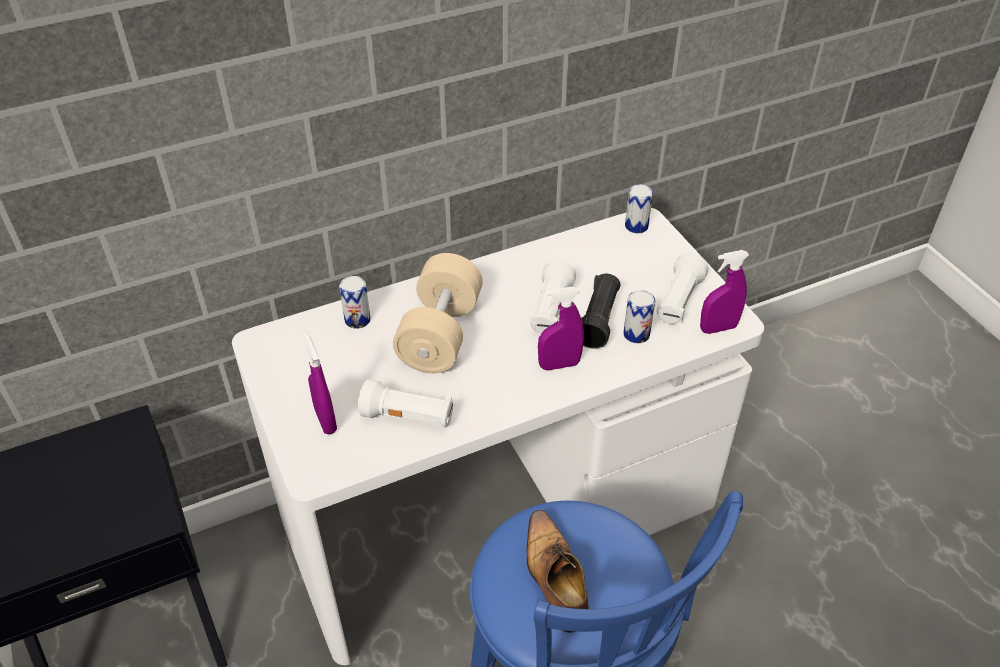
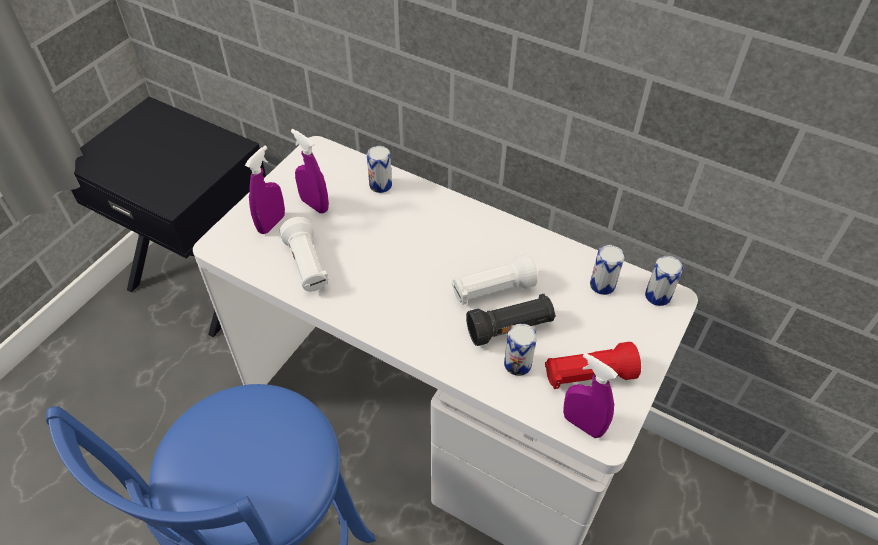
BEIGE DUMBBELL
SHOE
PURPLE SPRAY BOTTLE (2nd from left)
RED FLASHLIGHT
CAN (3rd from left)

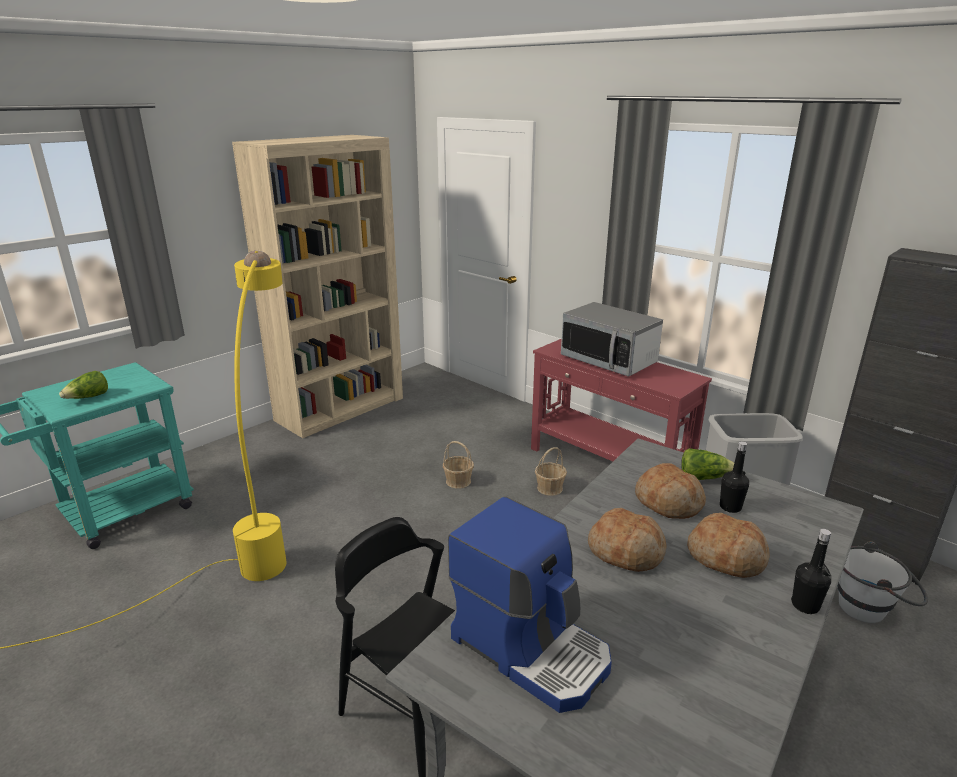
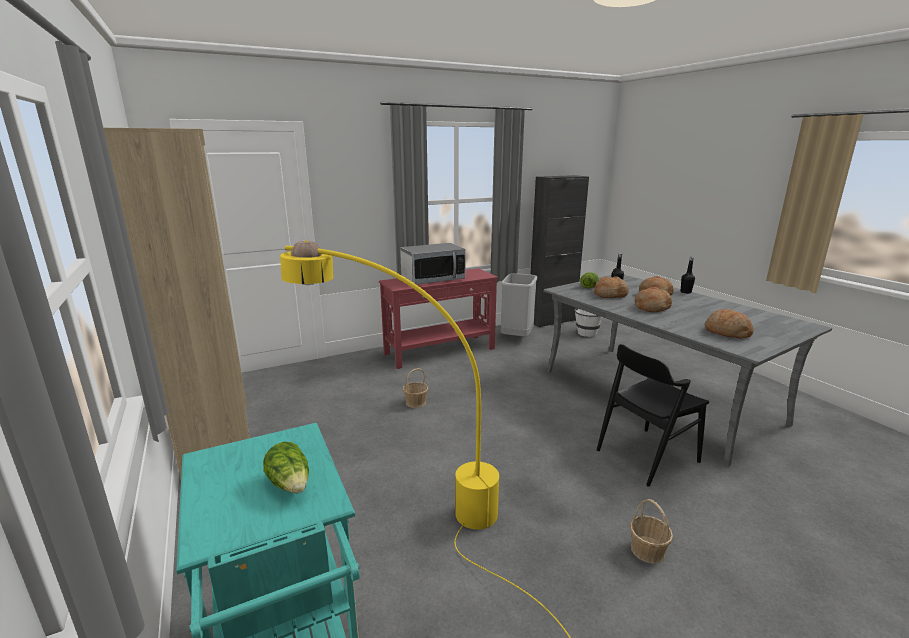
BREAD (4th from left)
BASKET (2nd from left)

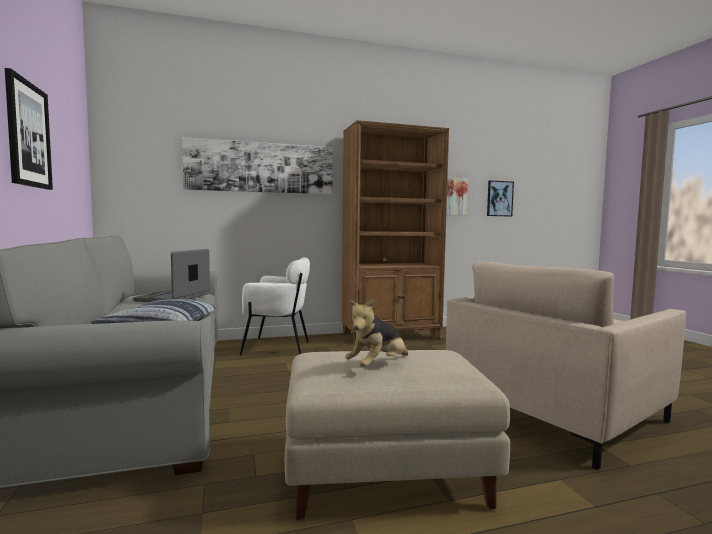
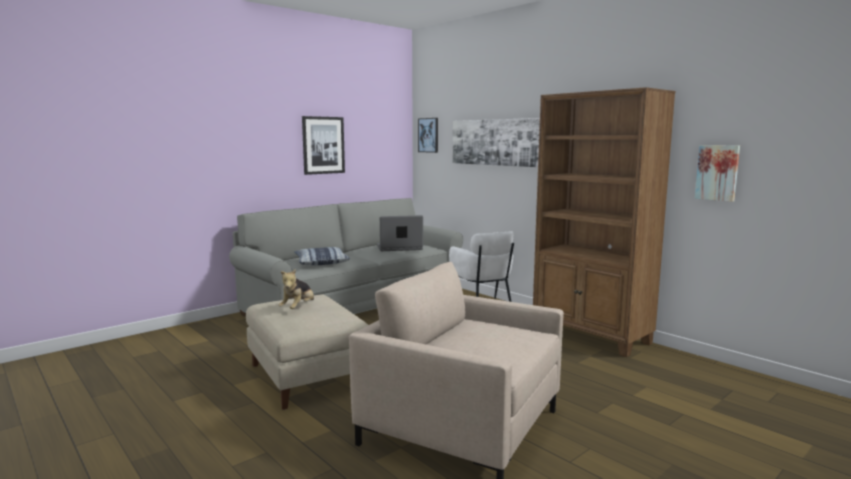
PLUSH TOY
PICTURE (2nd from left)

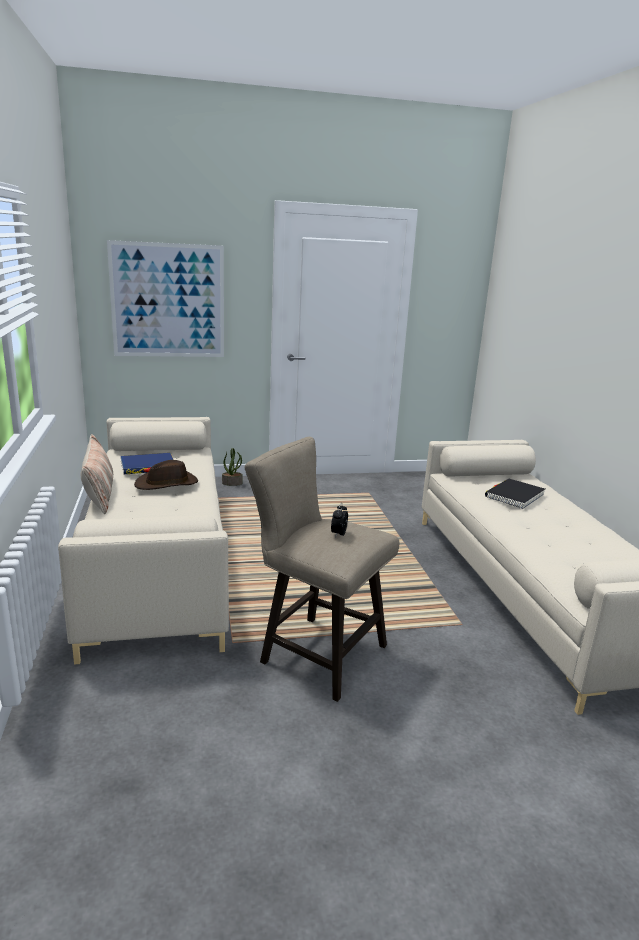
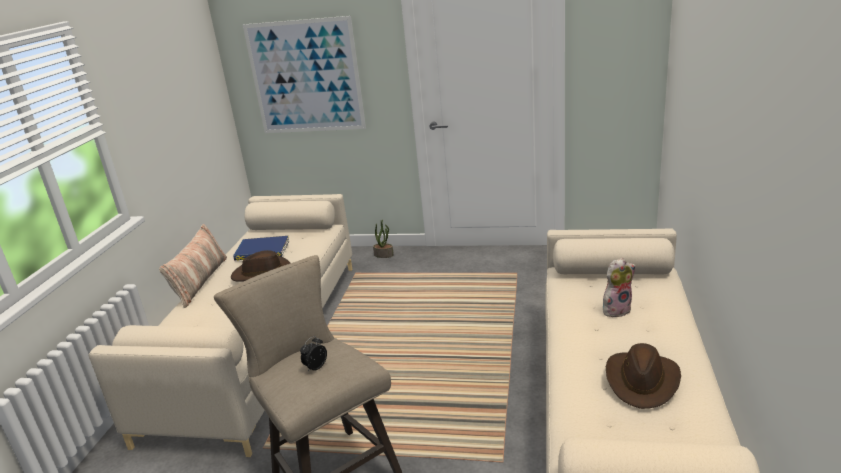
PLUSH TOY
BROWN HAT (2nd from left)

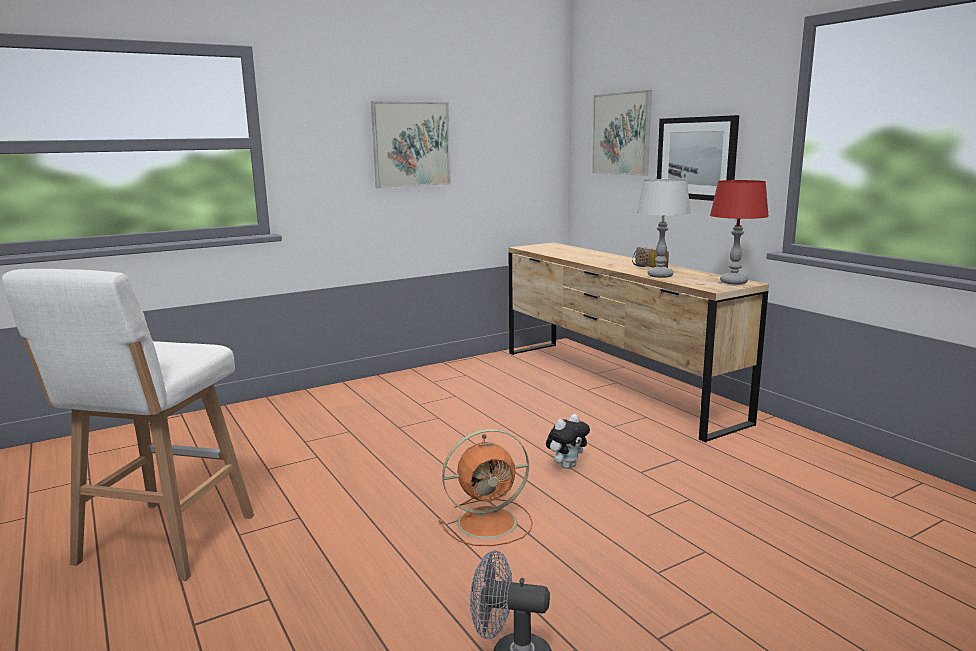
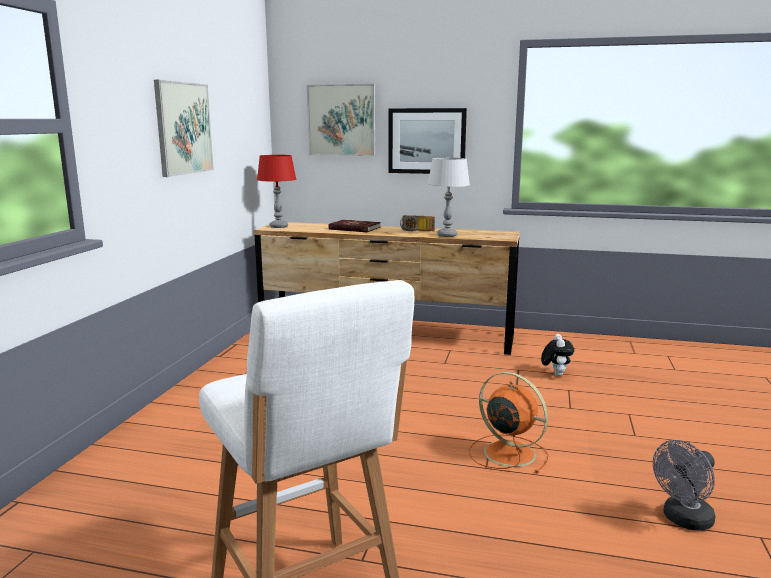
ORANGE FAN
PLUSH TOY
RED TABLE LAMP
RED BOOK

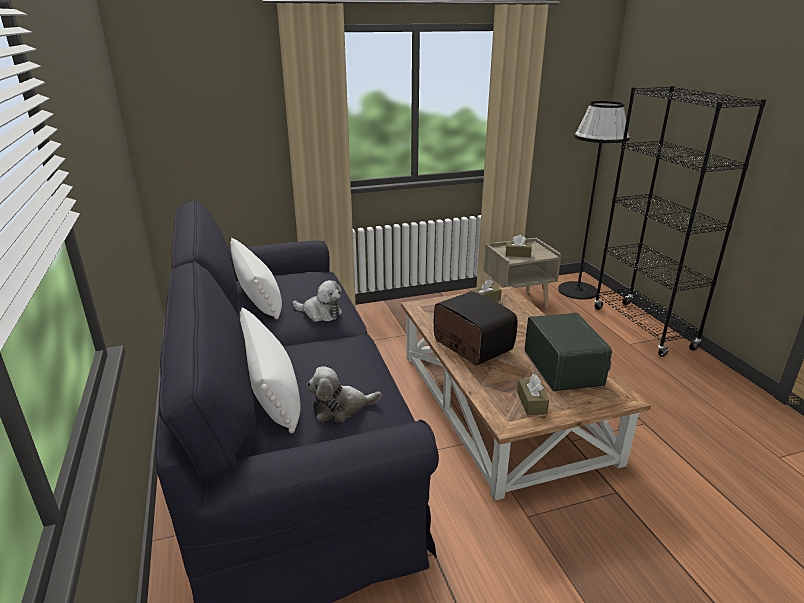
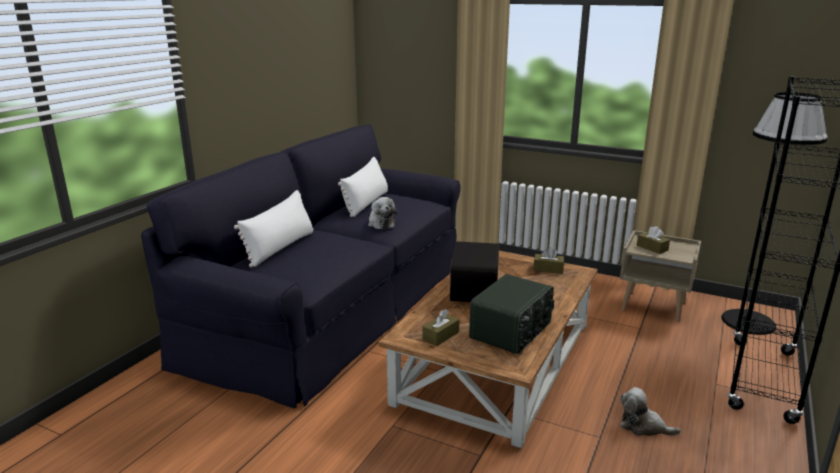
PLUSH TOY (2nd from left)

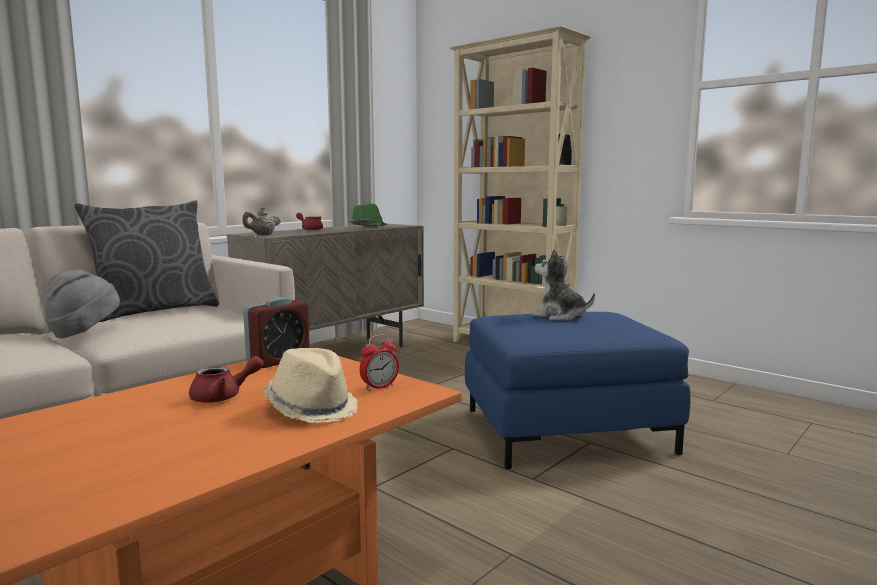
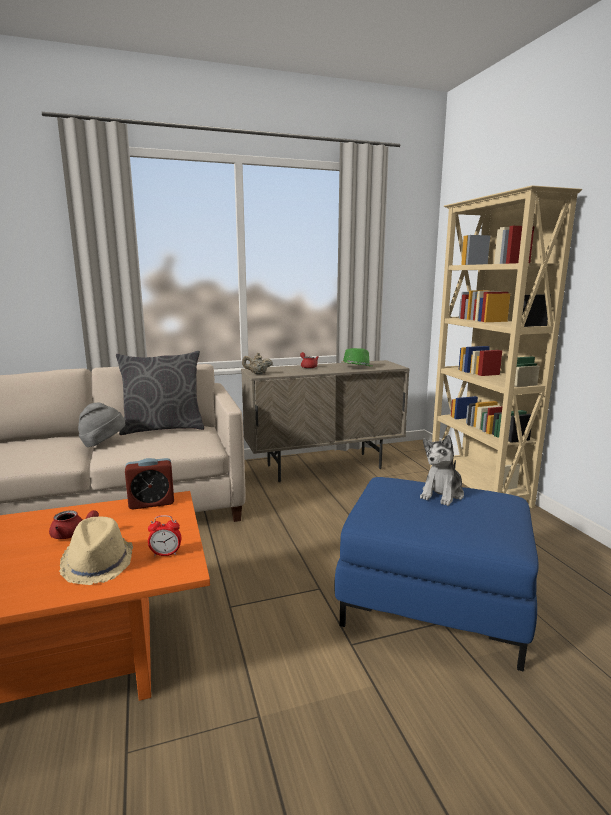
PLUSH TOY

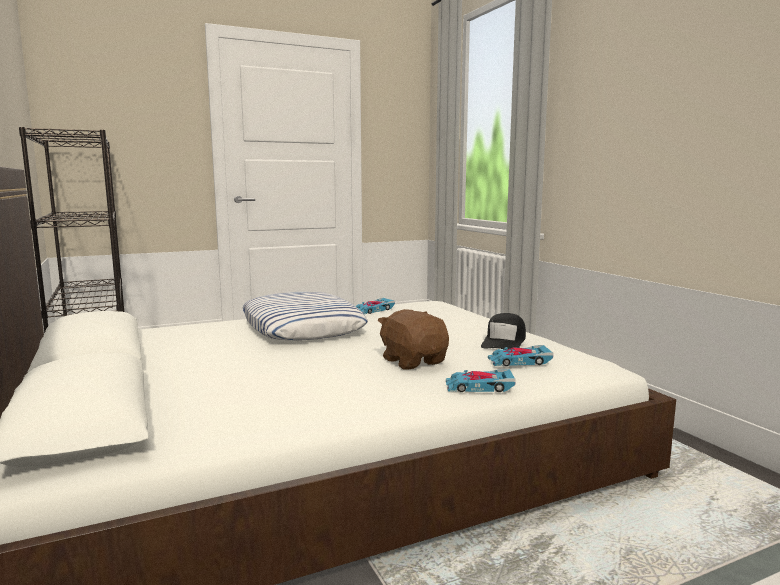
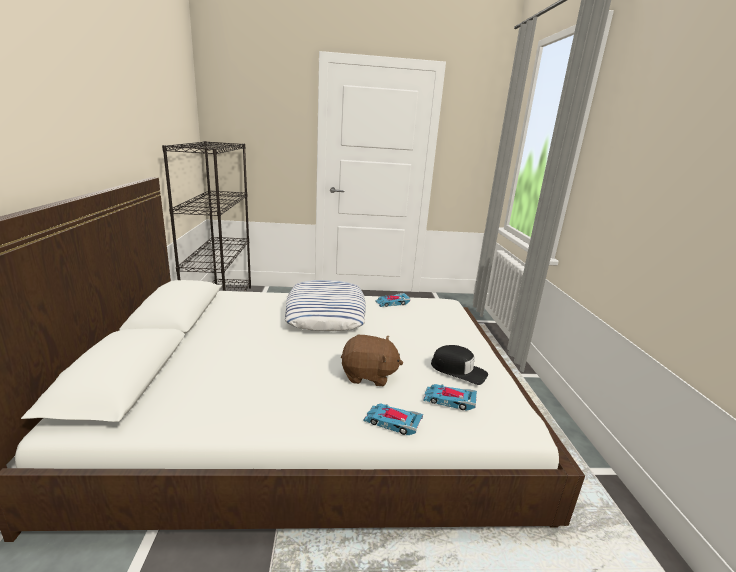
BROWN PLUSH TOY
BLACK CAP

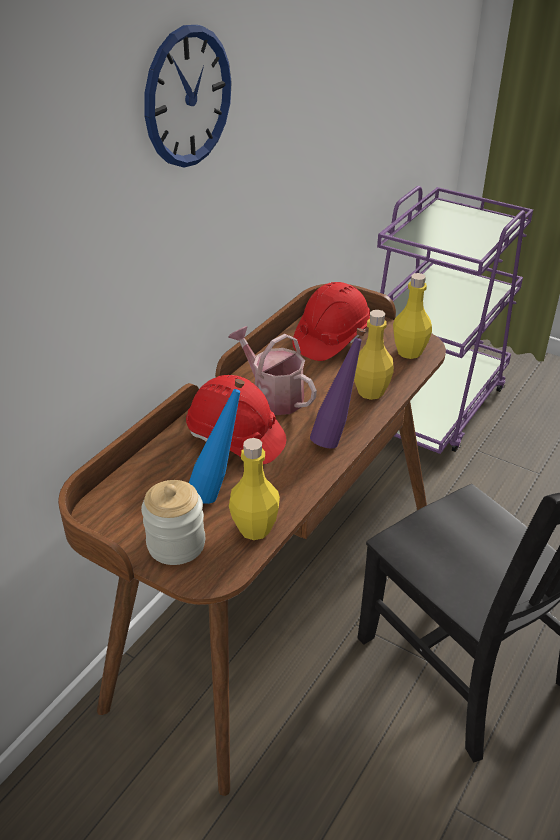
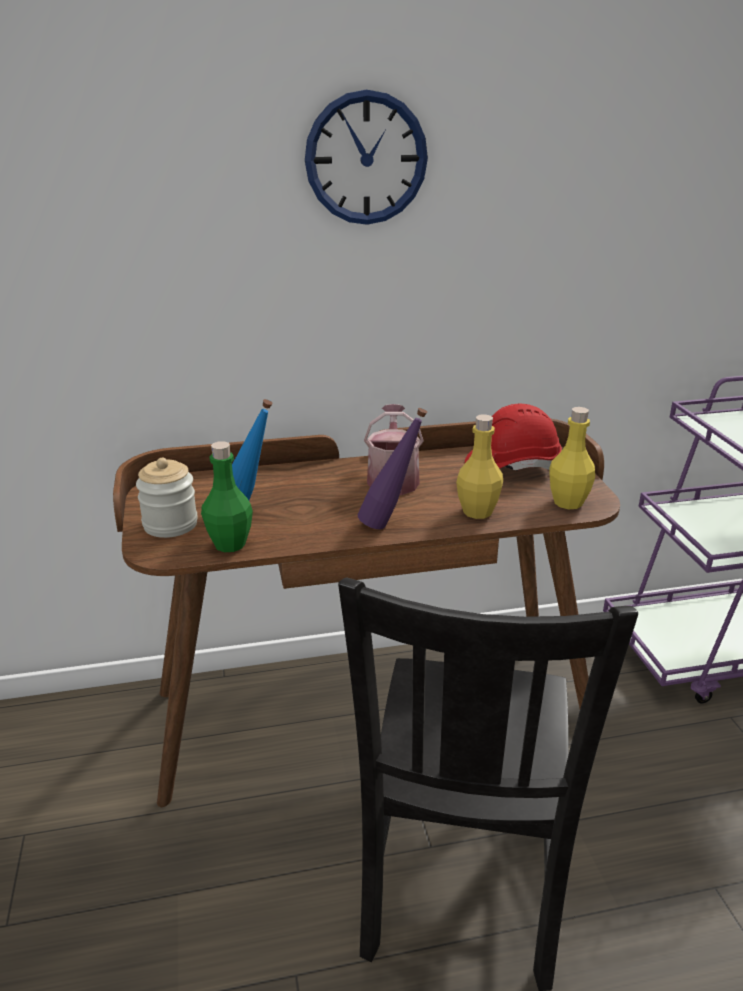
RED HARD HAT (1st from left in the first image)
GREEN BOTTLE

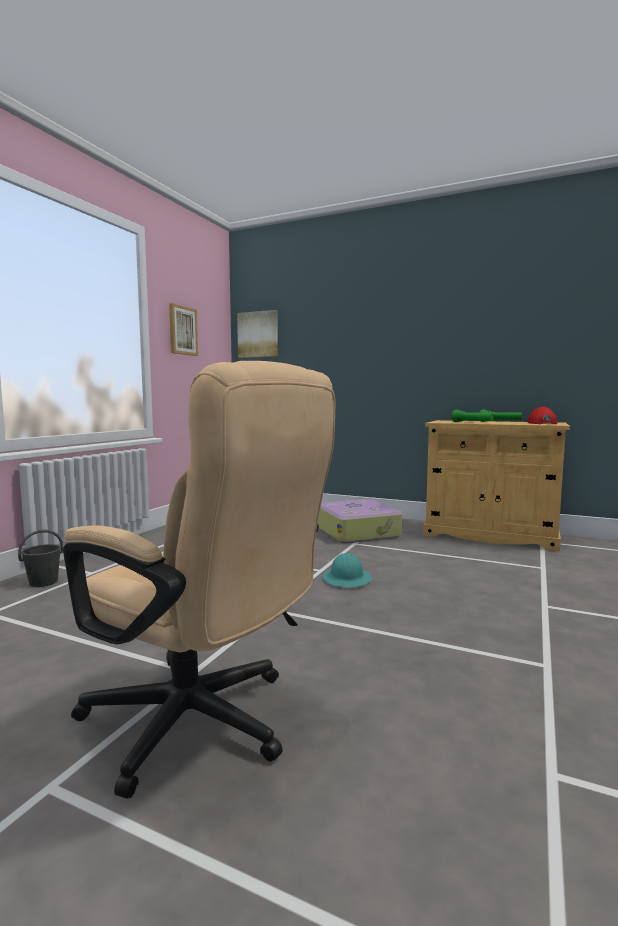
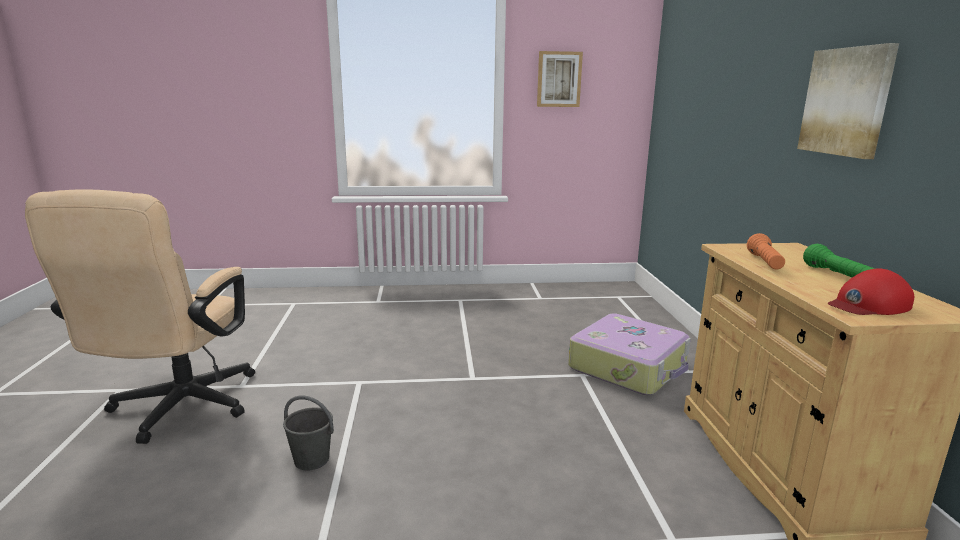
GREY BUCKET
PICTURE (2nd from left)
TURQUOISE HARD HAT
ORANGE FLASHLIGHT

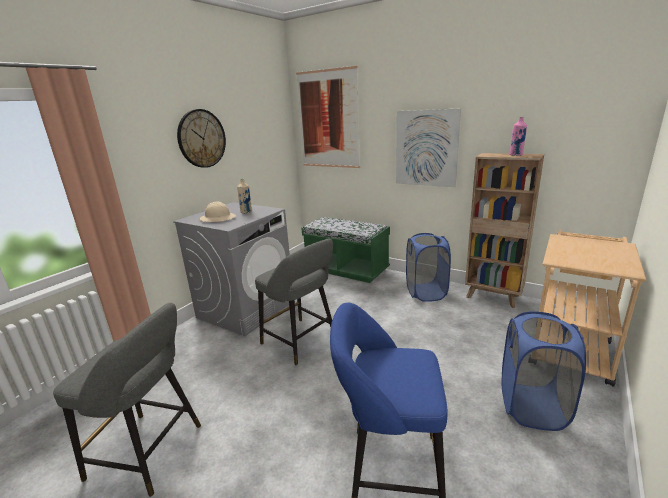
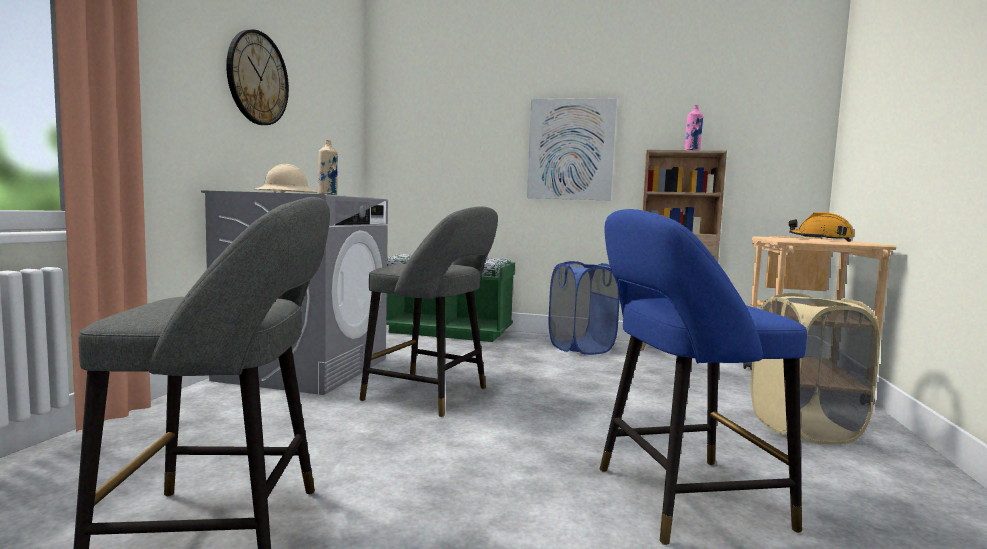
PICTURE (1st from left in the first image)
BEIGE LAUNDRY BASKET
ORANGE HARD HAT

